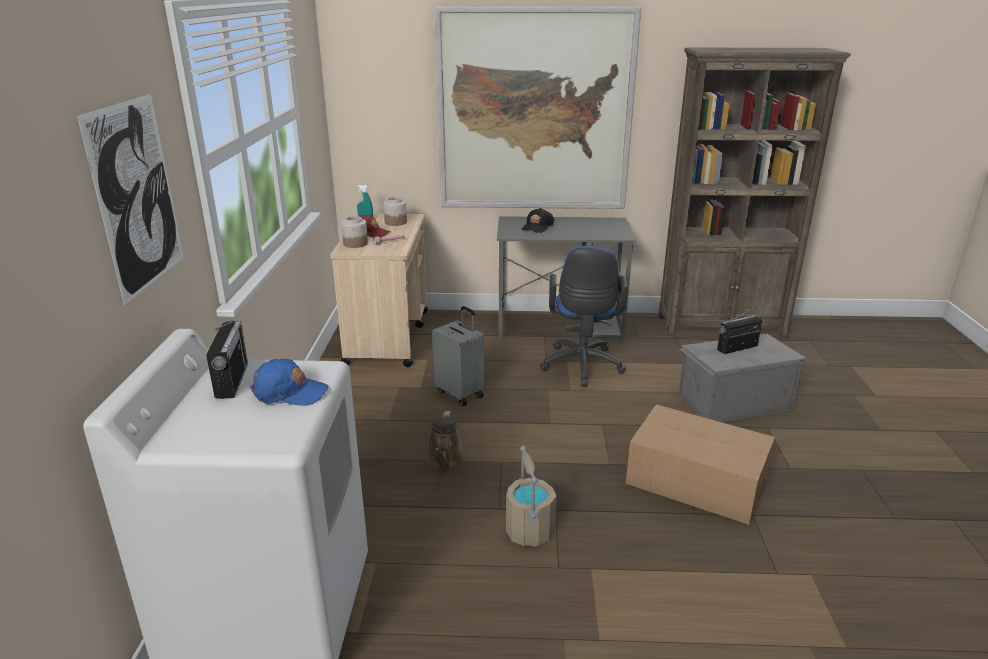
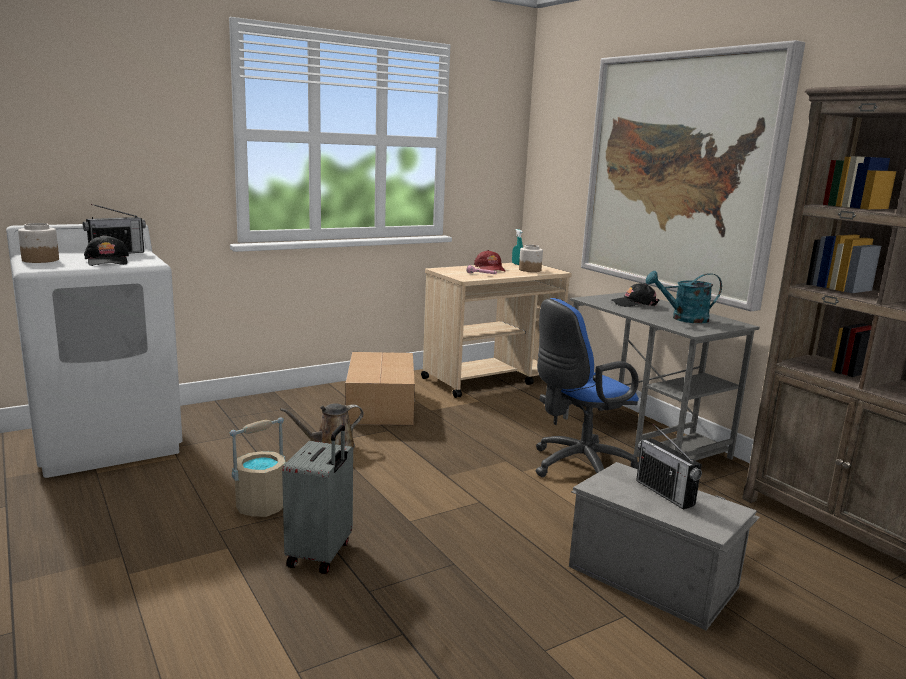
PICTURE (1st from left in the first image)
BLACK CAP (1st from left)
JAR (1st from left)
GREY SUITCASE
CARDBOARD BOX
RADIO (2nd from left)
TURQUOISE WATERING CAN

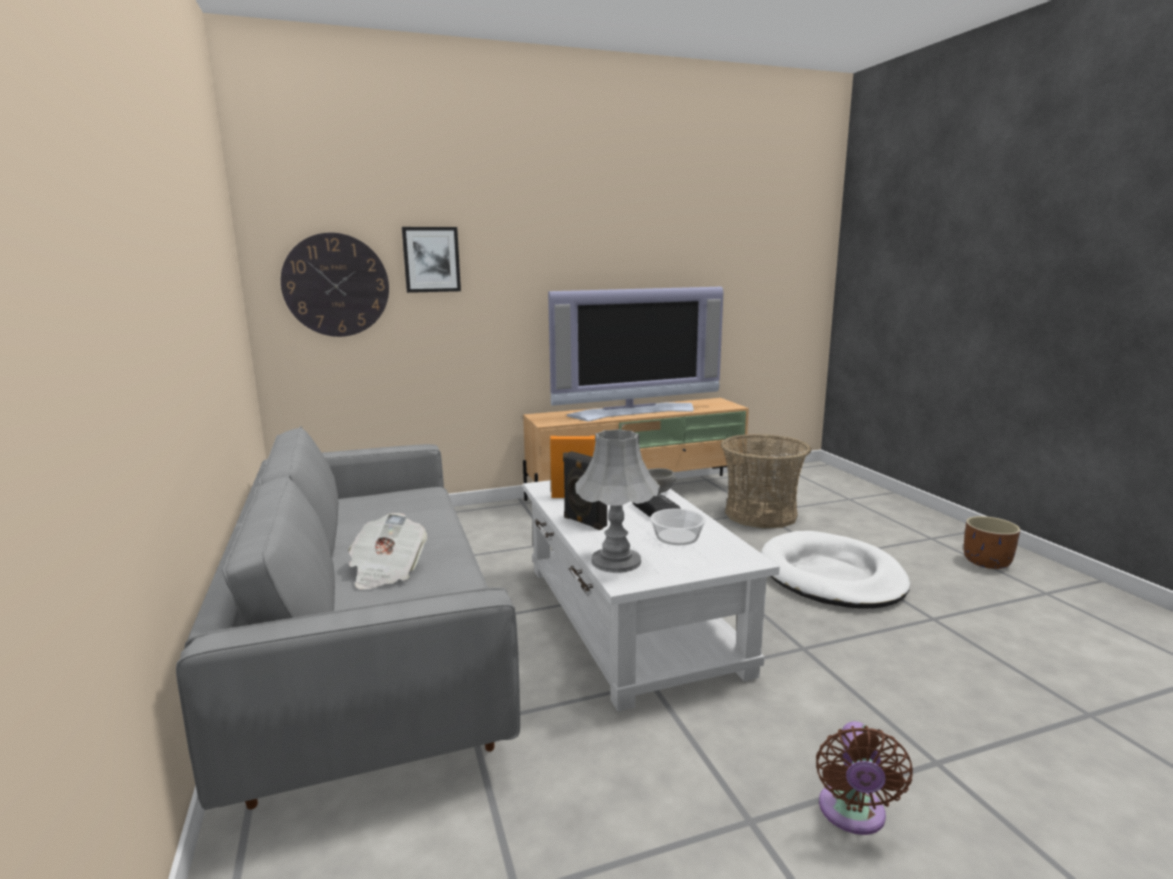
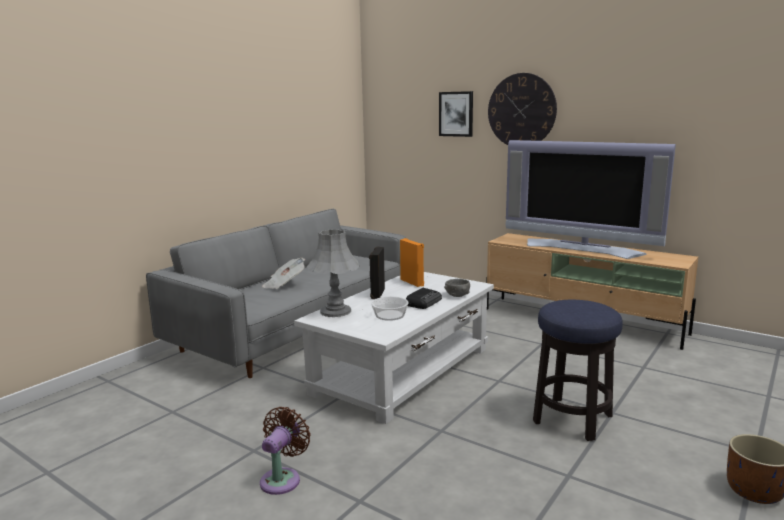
WALL CLOCK
BASKET
STOOL
BROWN FAN

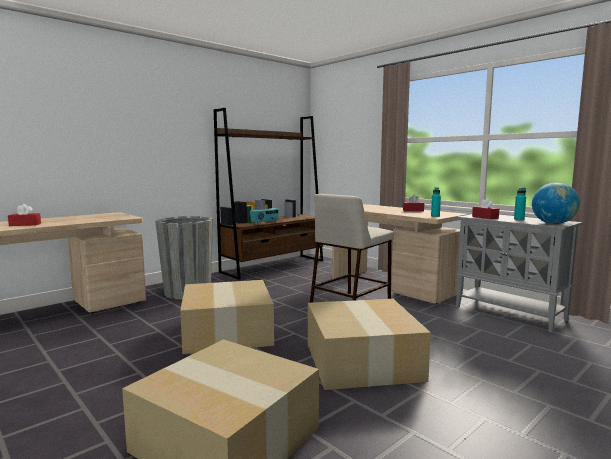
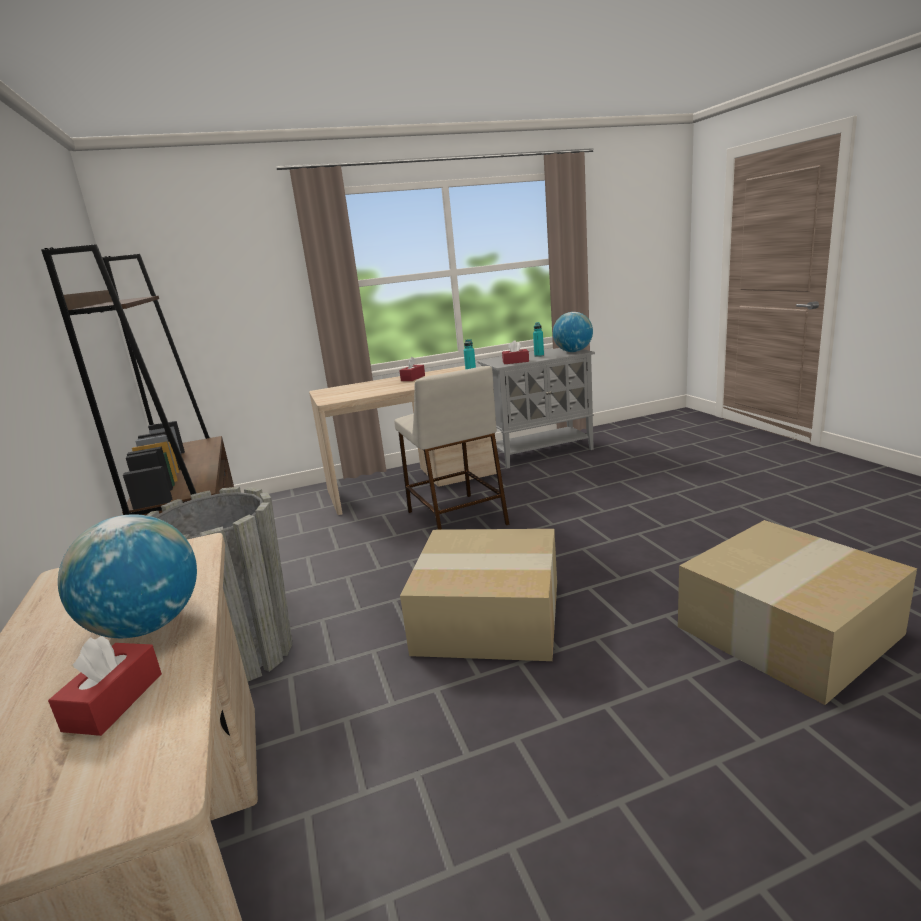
RADIO
CARDBOARD BOX (3rd from left in the first image)
GLOBE (1st from left)

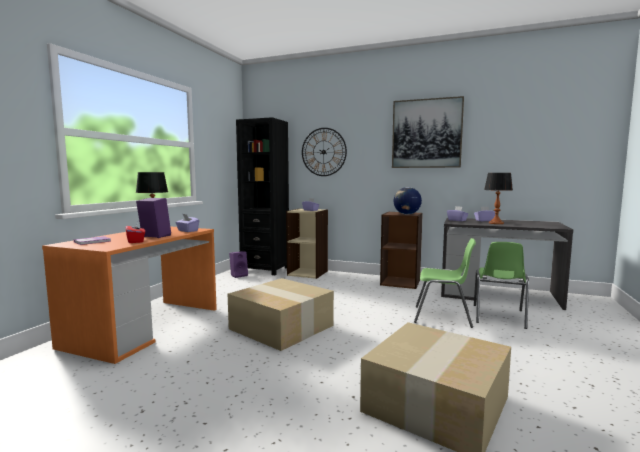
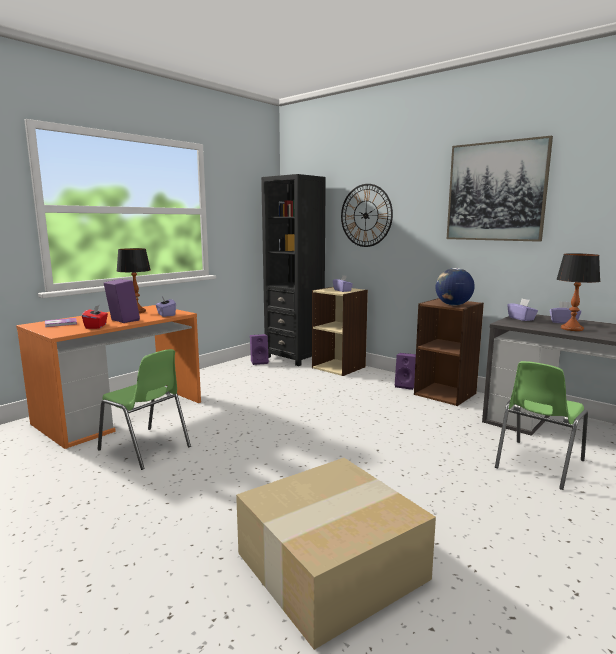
CARDBOARD BOX (1st from left in the first image)
GREEN CHAIR (1st from left)
PURPLE SPEAKER (3rd from left)

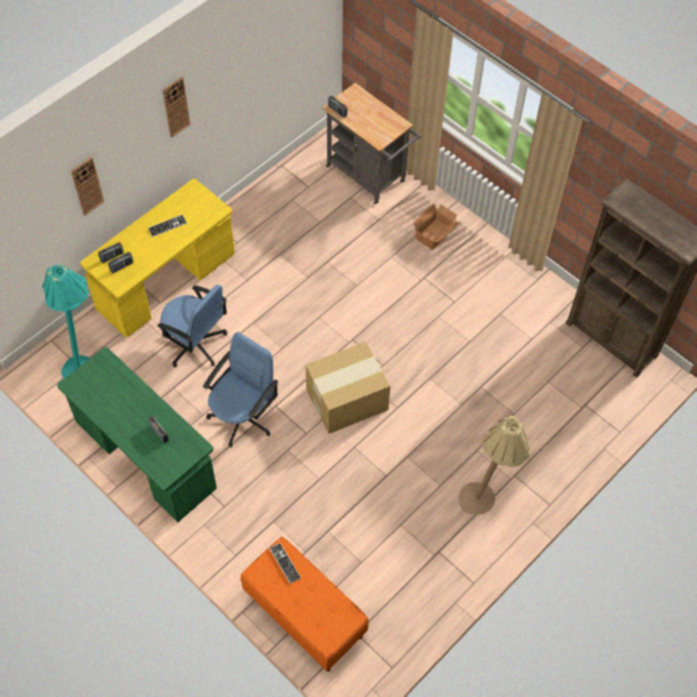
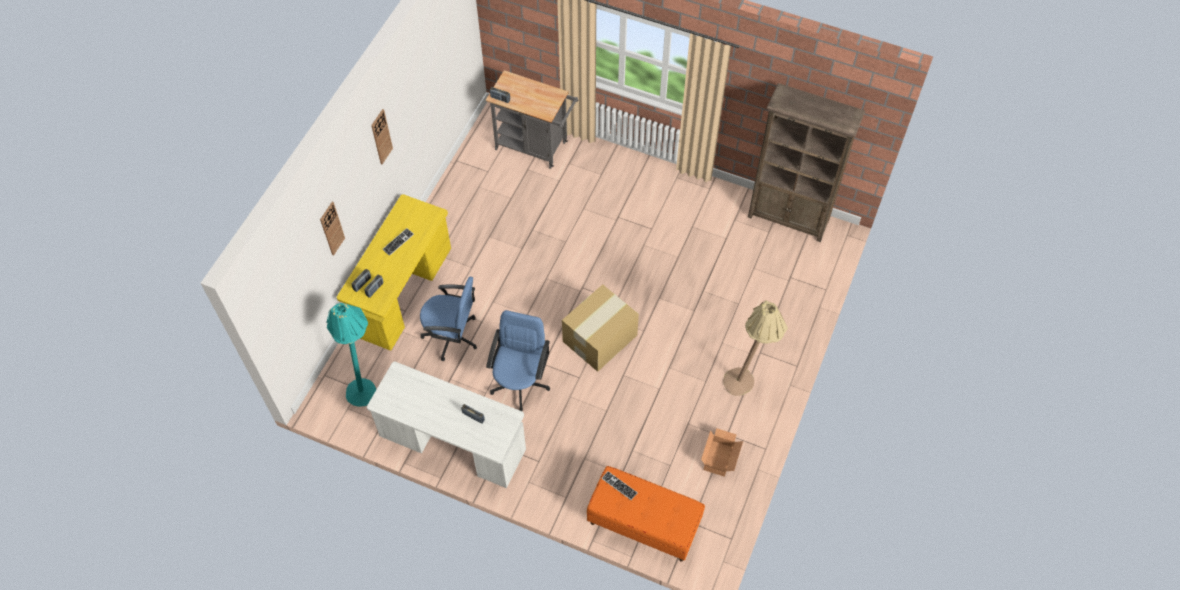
WHITE DESK
CARDBOARD BOX (2nd from left)

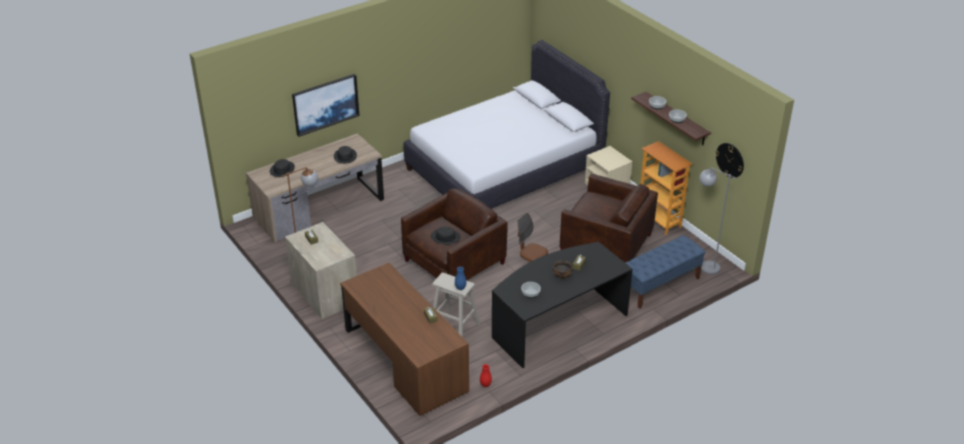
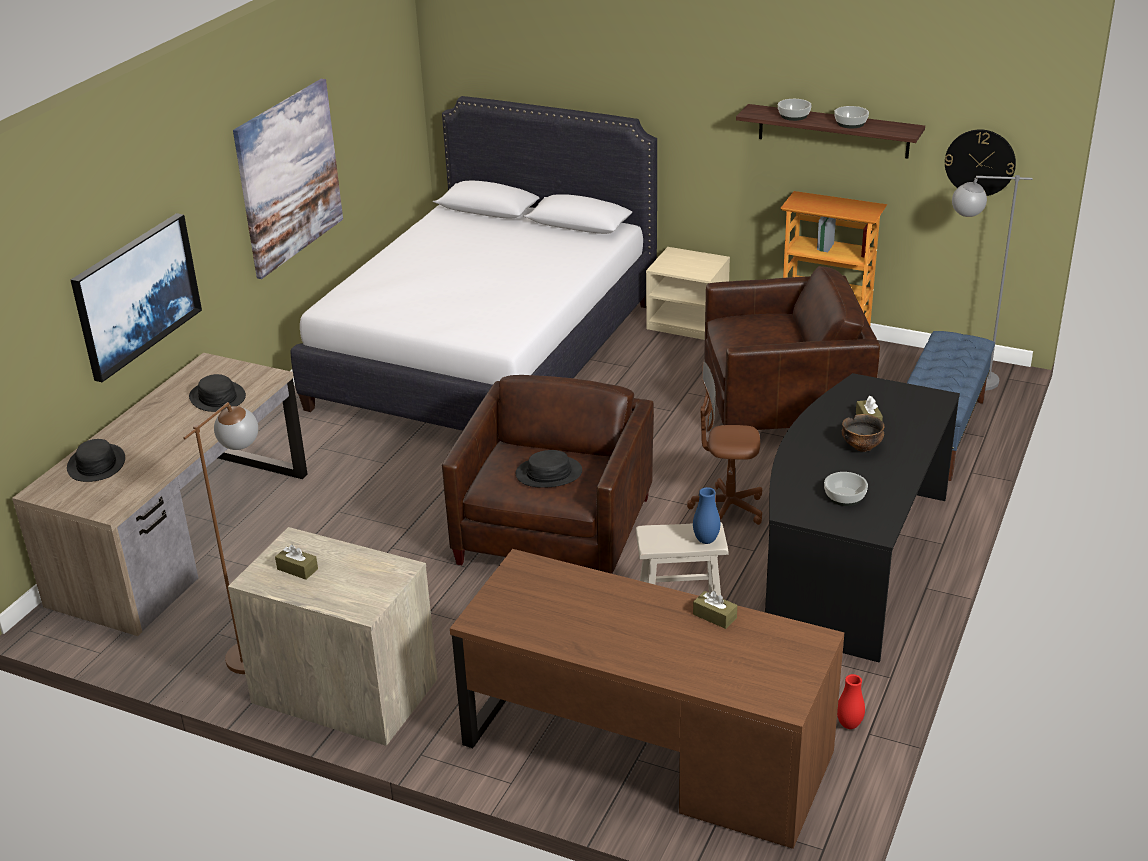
PICTURE (2nd from left)

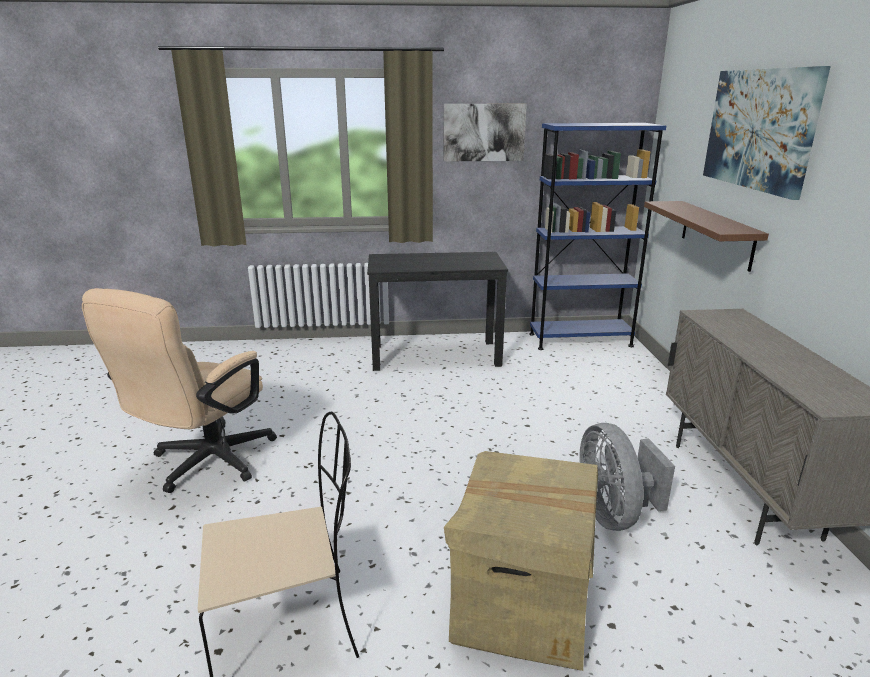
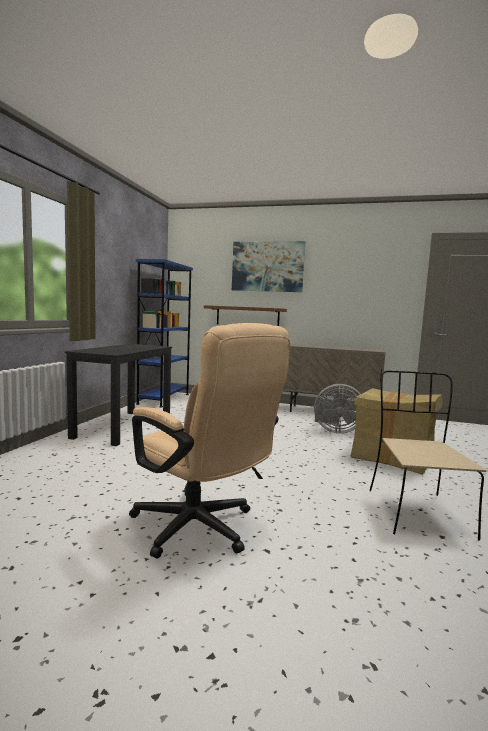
PICTURE (1st from left in the first image)

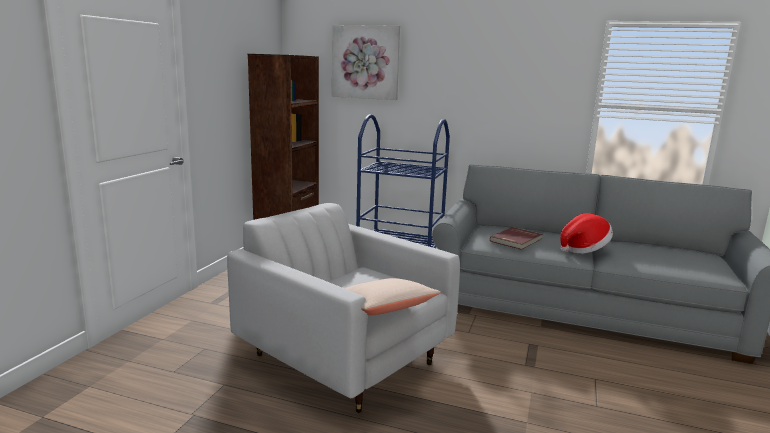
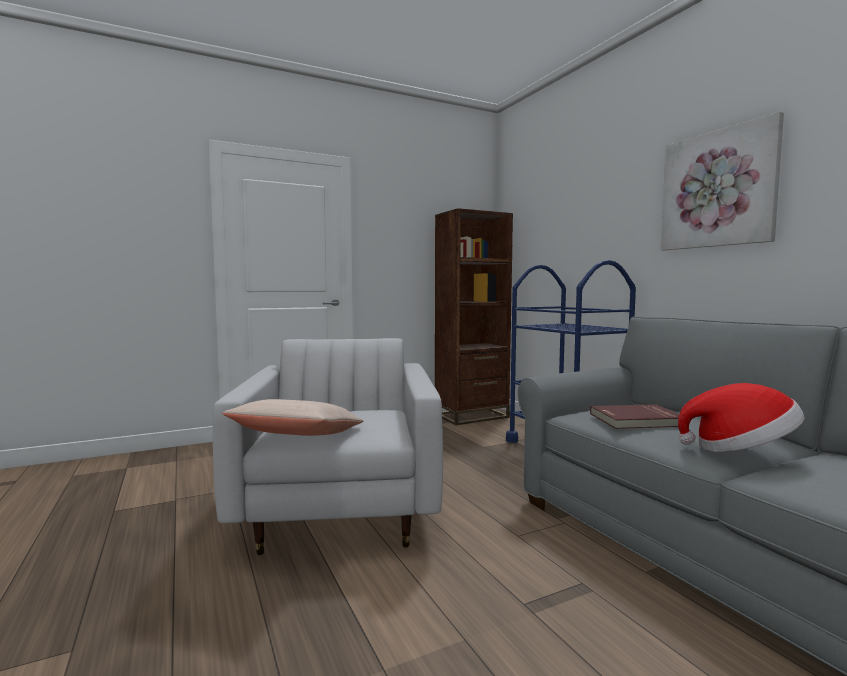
PICTURE

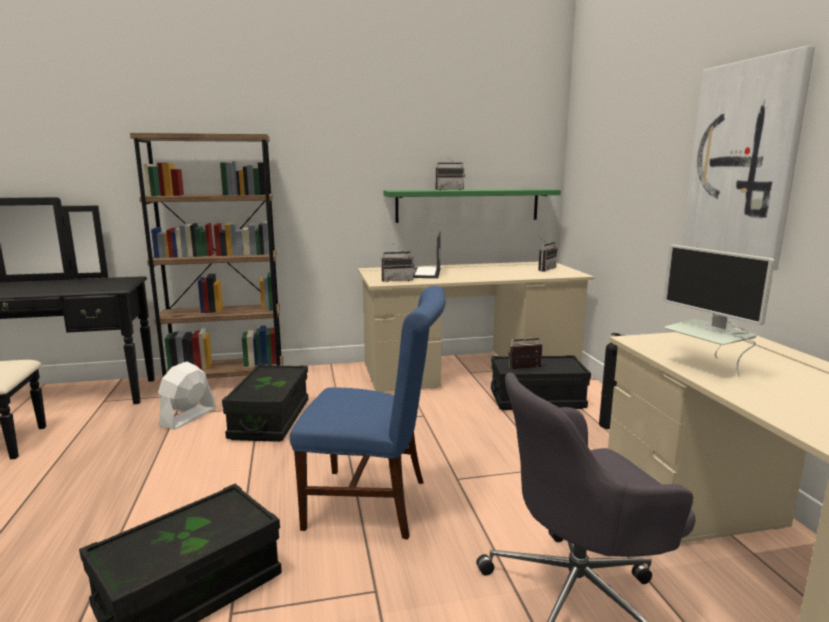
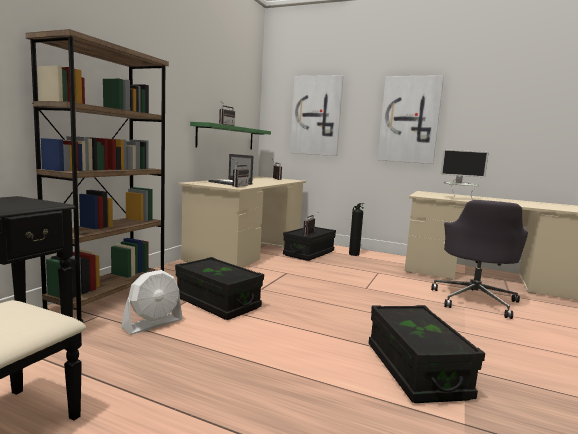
WHITE FAN
BLUE CHAIR
PICTURE (1st from left)

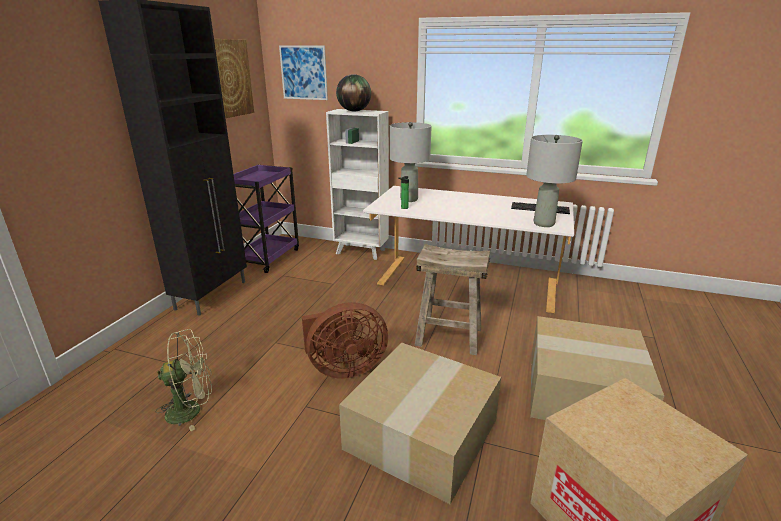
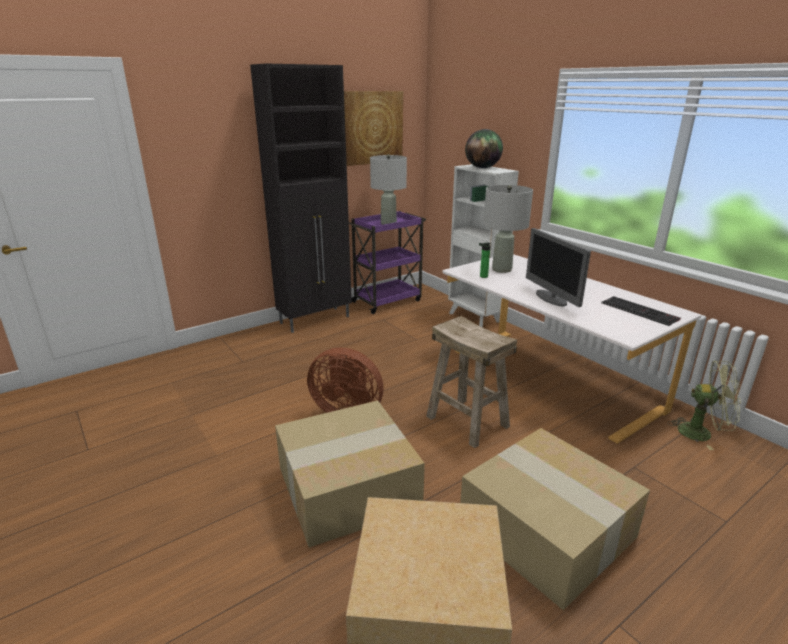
GREEN FAN
PICTURE (2nd from left in the first image)
GREY TABLE LAMP (1st from left)
MONITOR

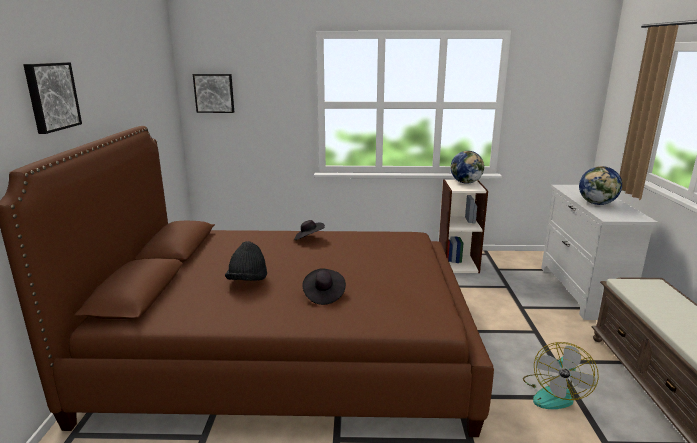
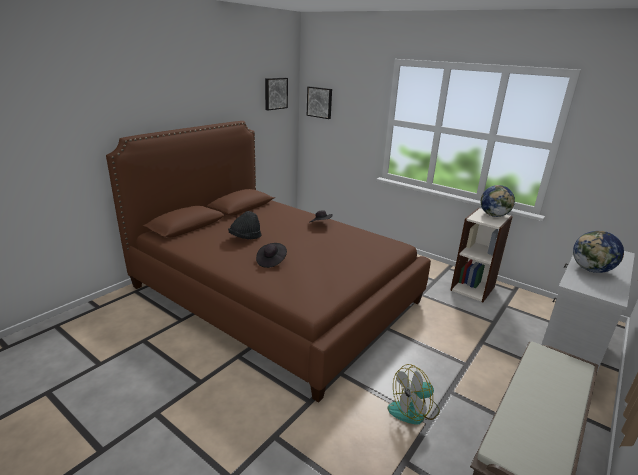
PICTURE (1st from left)

